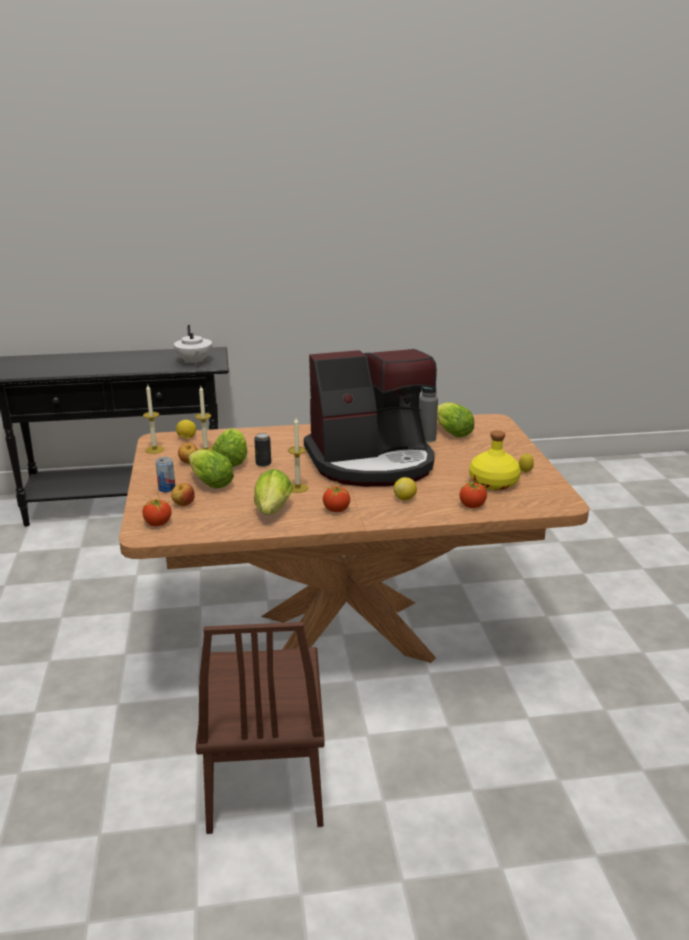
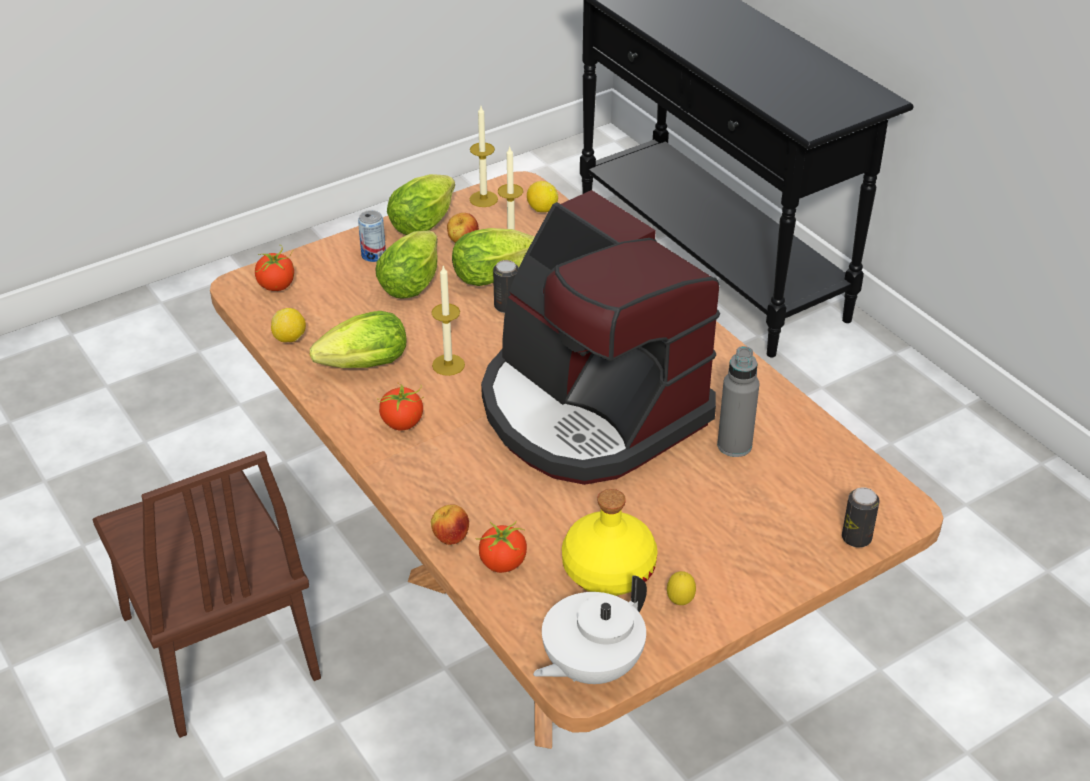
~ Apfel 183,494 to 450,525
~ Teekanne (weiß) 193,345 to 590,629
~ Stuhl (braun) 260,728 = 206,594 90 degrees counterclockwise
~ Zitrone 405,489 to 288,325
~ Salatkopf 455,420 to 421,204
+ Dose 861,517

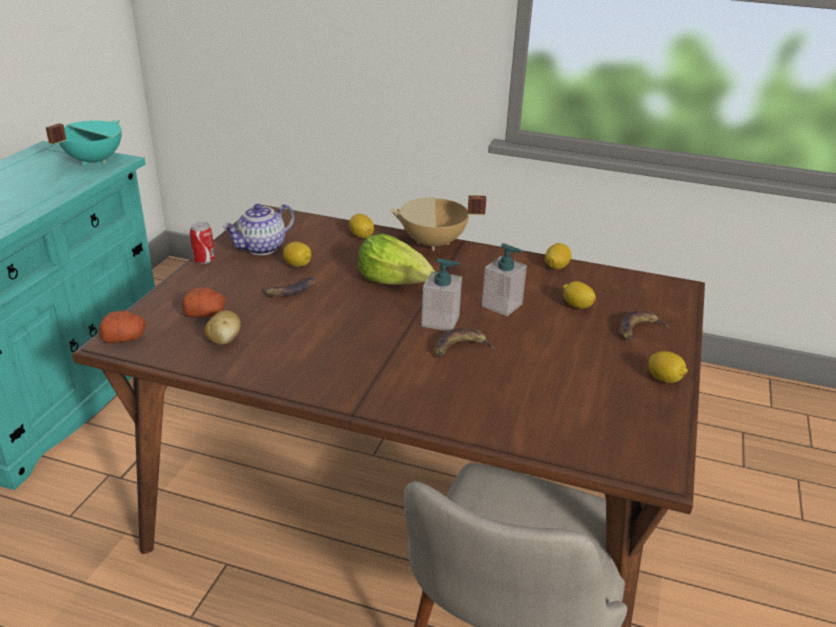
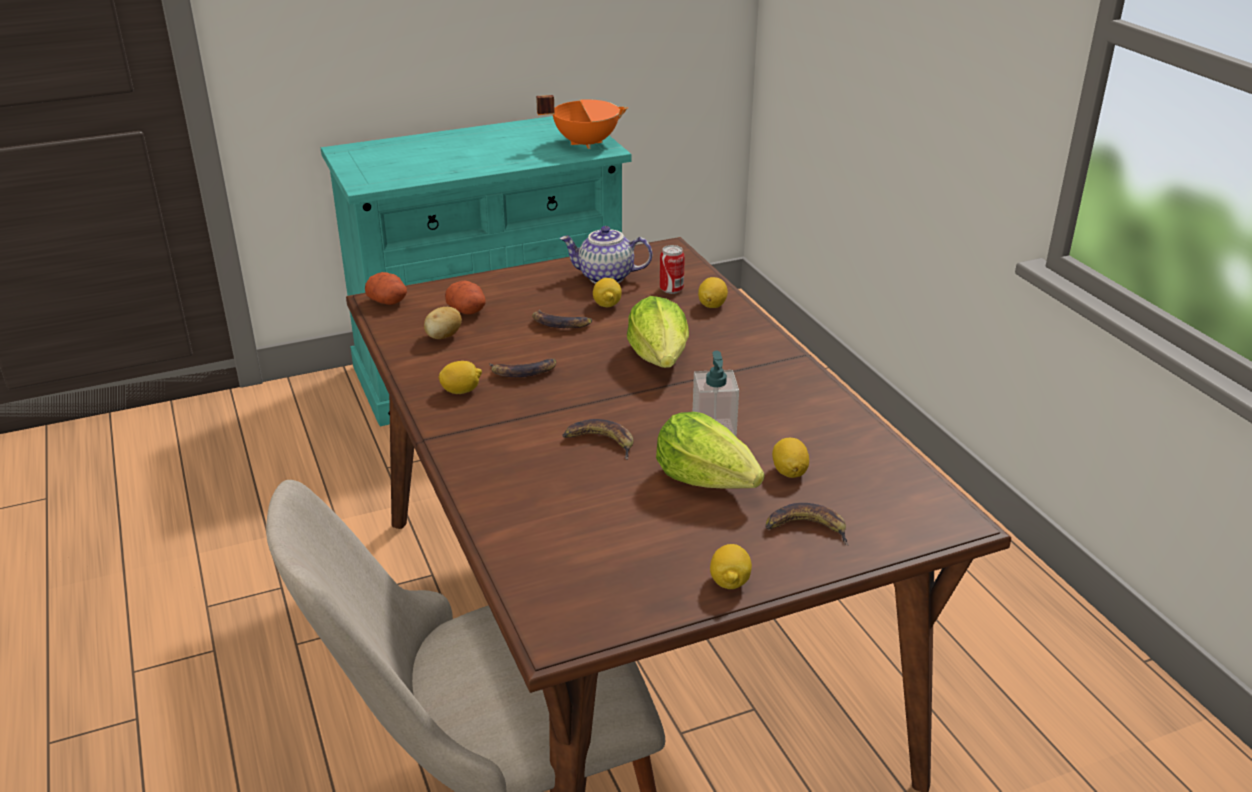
~ Kochtopf (türkis) 84,142 to Kochtopf (orange) 582,122
~ Dose 202,242 to 672,269
- Kochtopf (beige) 438,223
- Seifenspender 441,295
~ Zitrone 558,256 to 460,377
+ Banane 522,368
+ Salatkopf 710,450

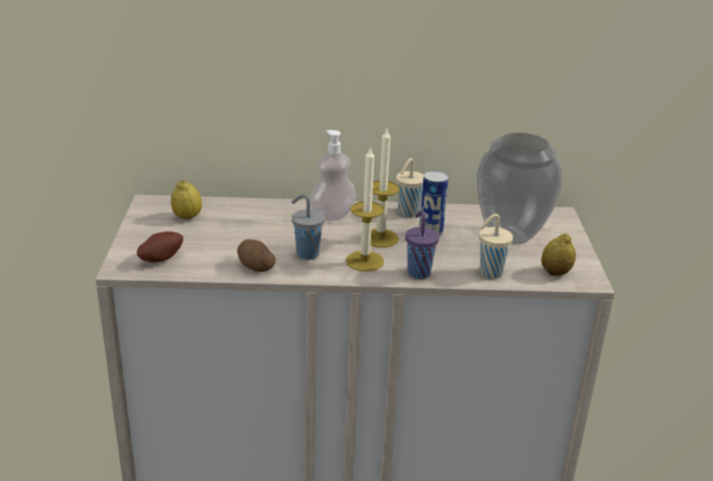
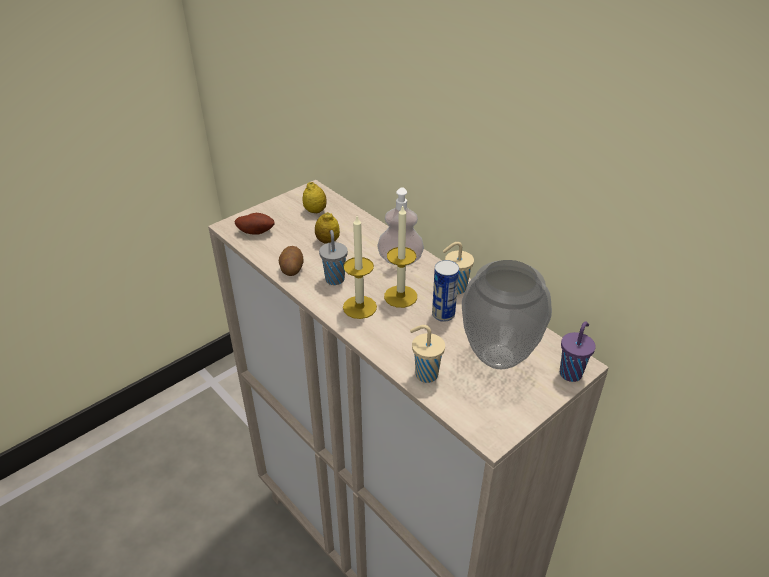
~ Tasse (lila) 422,244 to 578,352
~ Zitrone 558,254 to 327,228

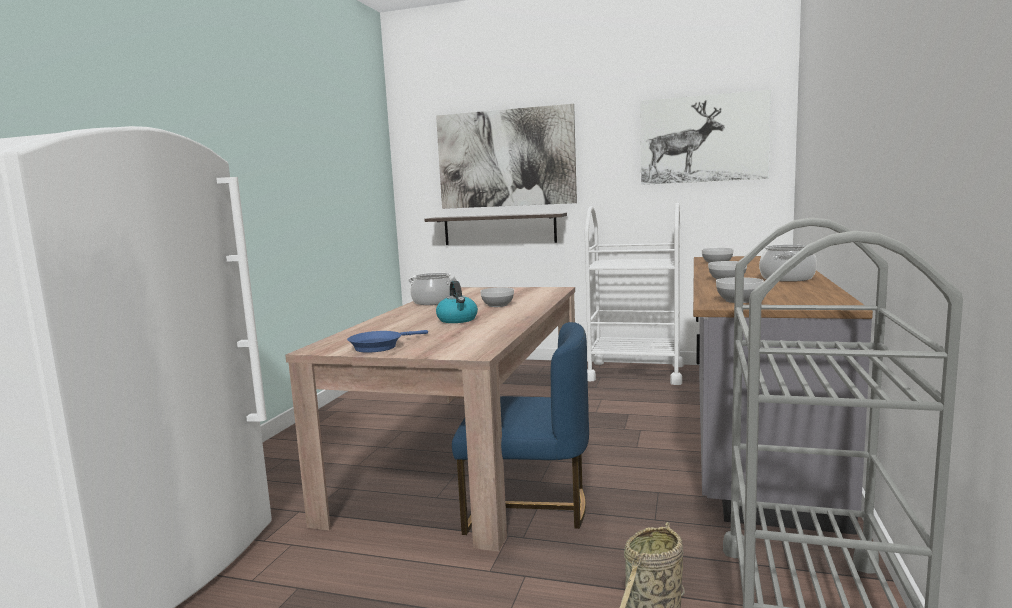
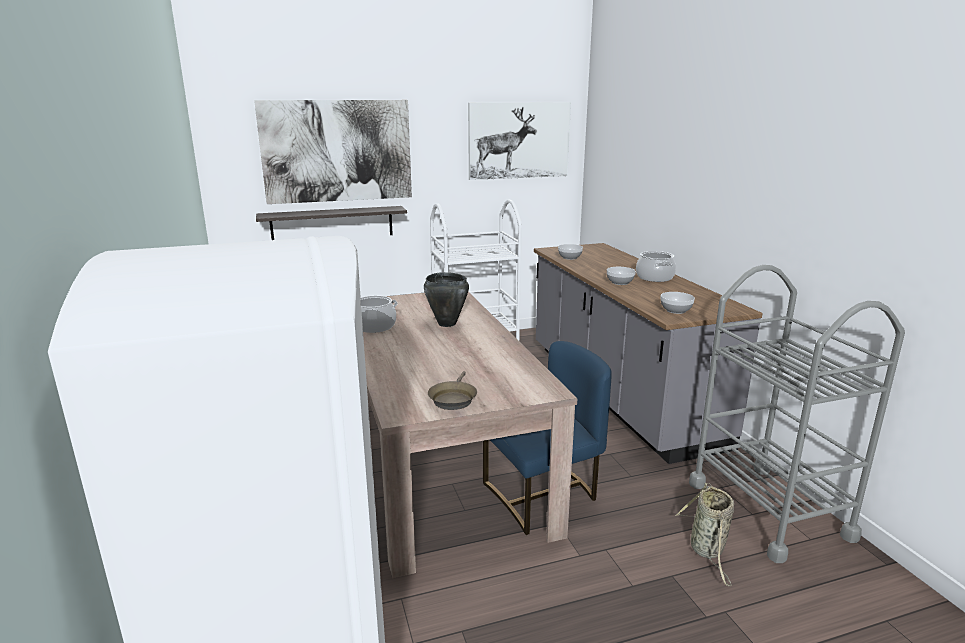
~ Pfanne (blau) 387,341 to Pfanne (braun) 452,390
- Wasserkessel 457,302
~ Schüssel 497,297 to Kochtopf (schwarz) 446,299

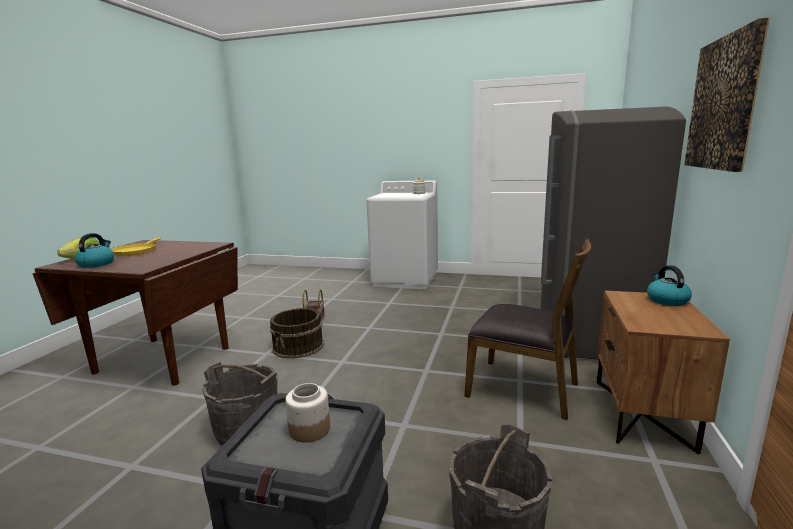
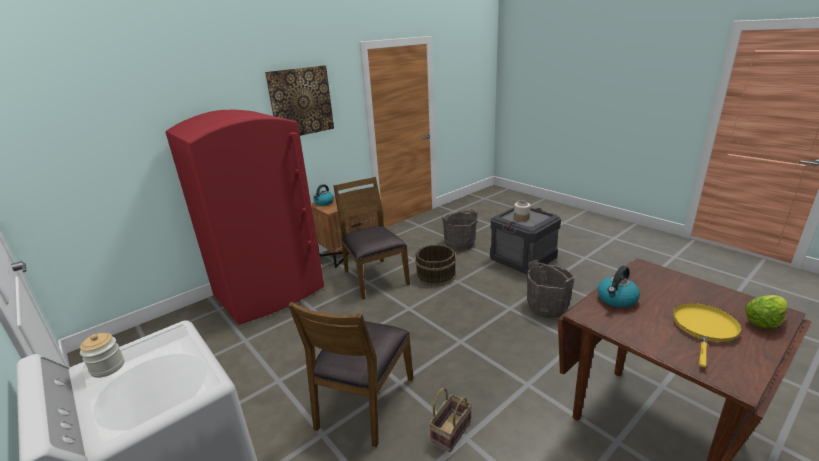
~ Wasserkessel 94,250 to 619,287
~ Eimer (braun) 297,333 to 435,265
~ Kühlschrank (grau) 613,233 to Kühlschrank (rot) 245,217
+ Stuhl (braun) 350,374

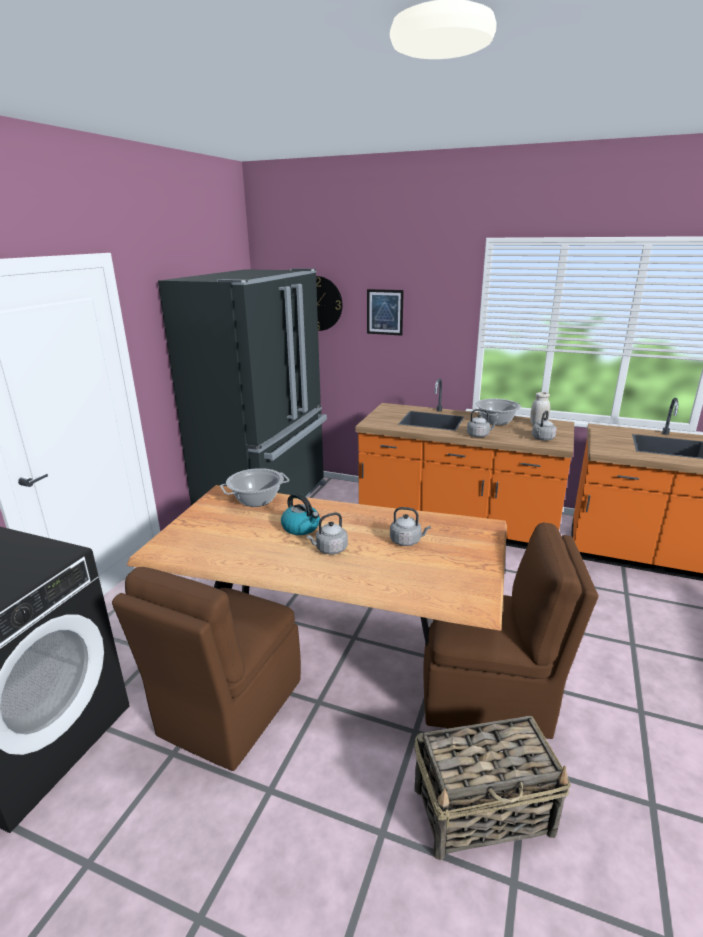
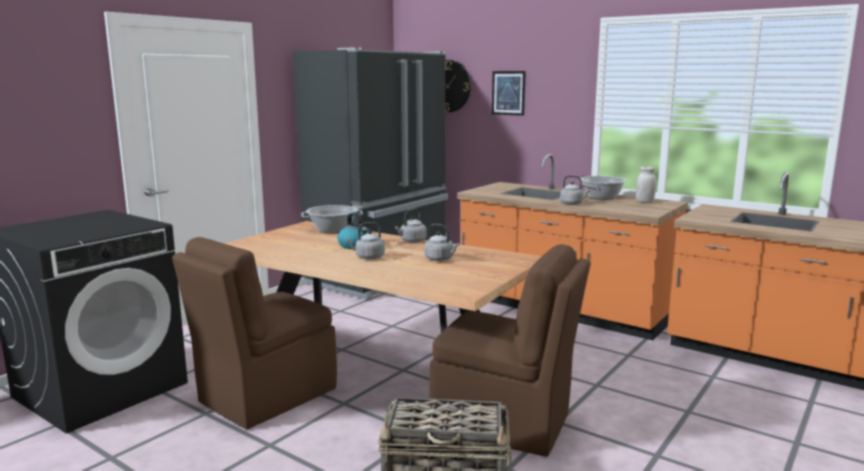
~ Wasserkessel (grau) 544,425 to 411,225

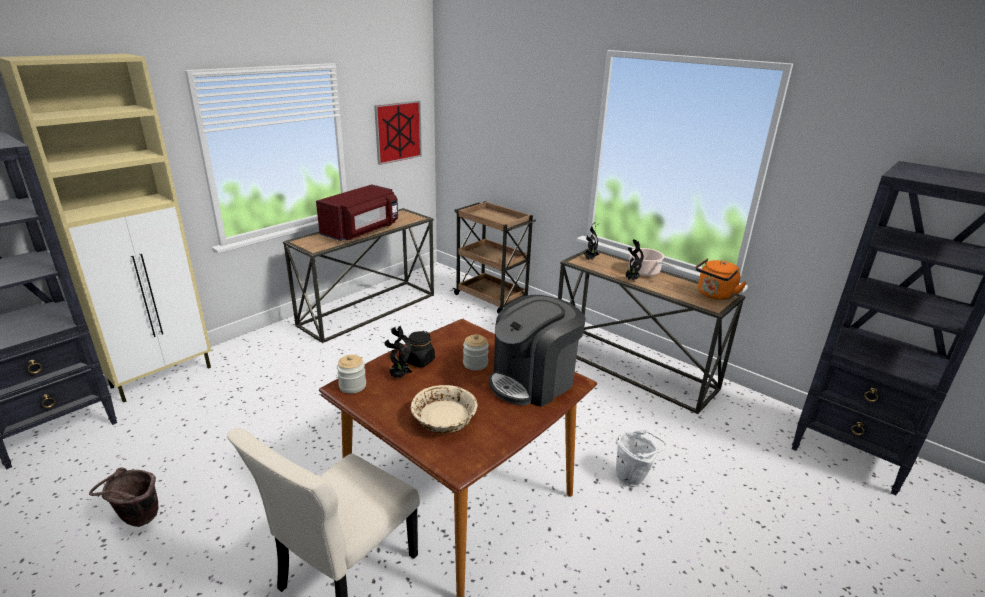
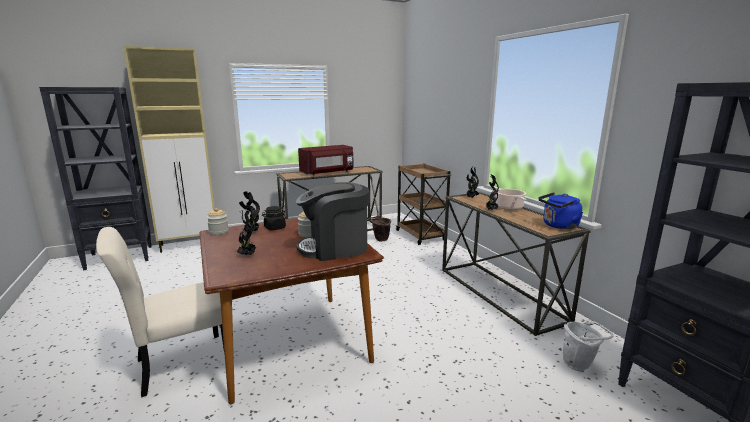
~ Eimer (braun) 123,497 to 379,228
- Bild 398,132
~ Schüssel (beige) 444,409 to Topfpflanze 246,233
~ Eimer (weiß) 641,458 to 588,346
~ Wasserkessel (orange) 721,279 to Wasserkessel (blau) 560,210

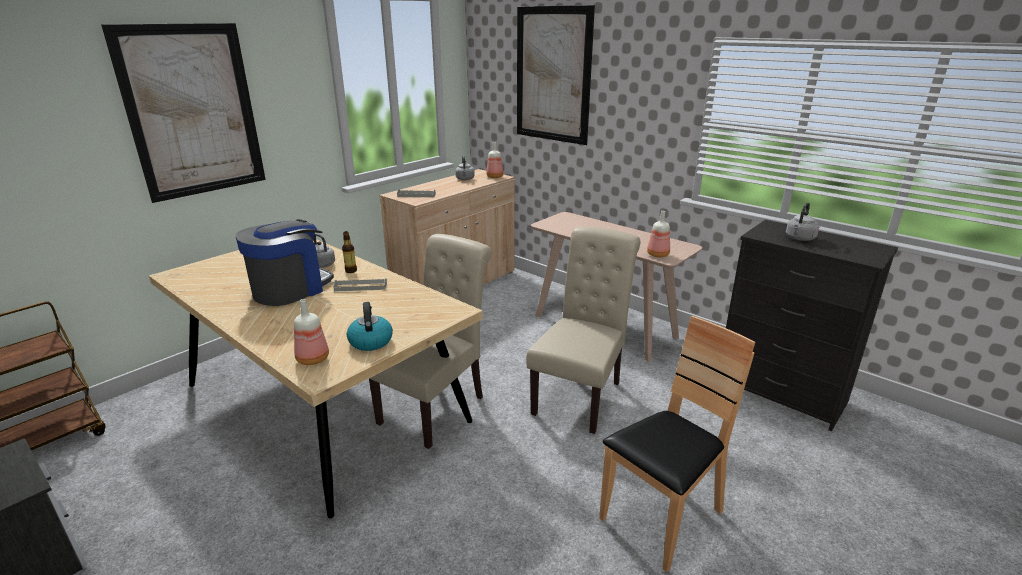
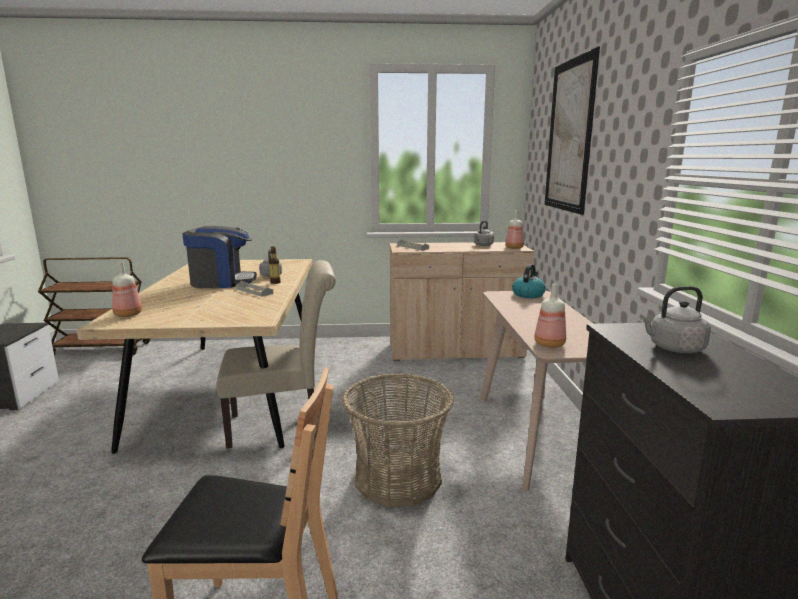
- Bild 183,113
~ Wasserkessel 370,326 to 529,281
~ Stuhl (beige) 583,330 to Korb 398,440

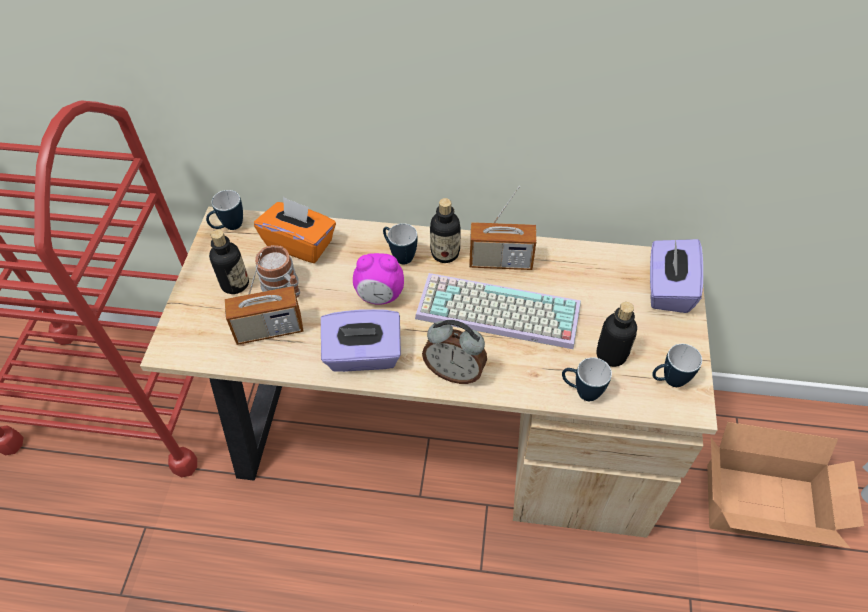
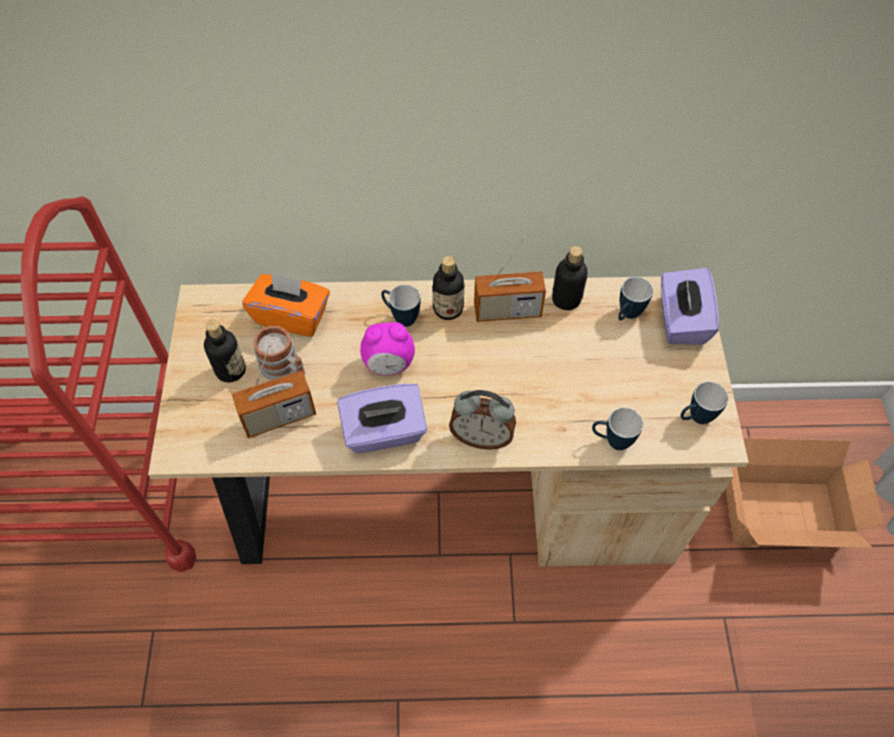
~ Henkelbecher 224,210 to 635,299
- Tastatur 498,311
~ Flasche 617,334 to 569,278

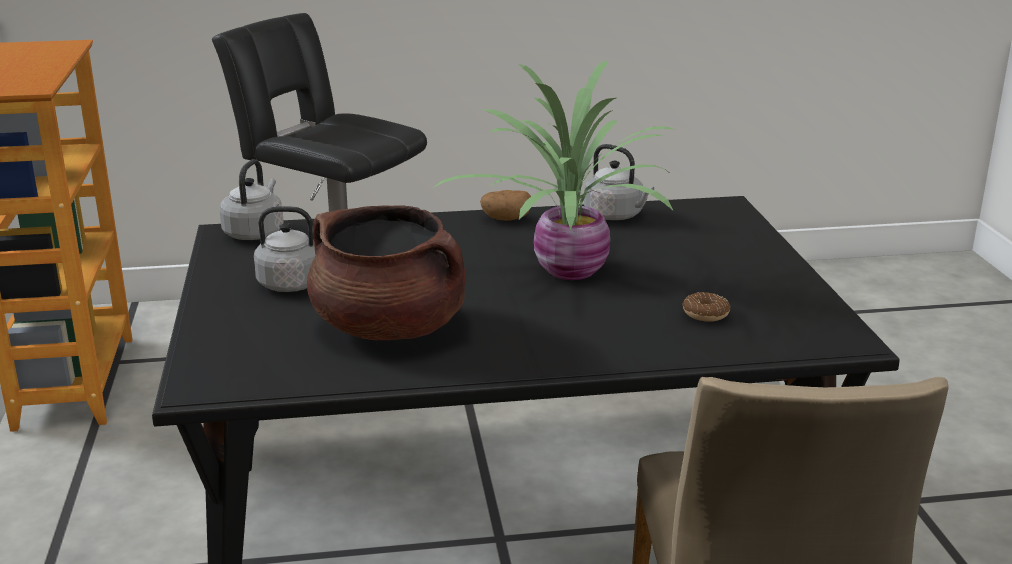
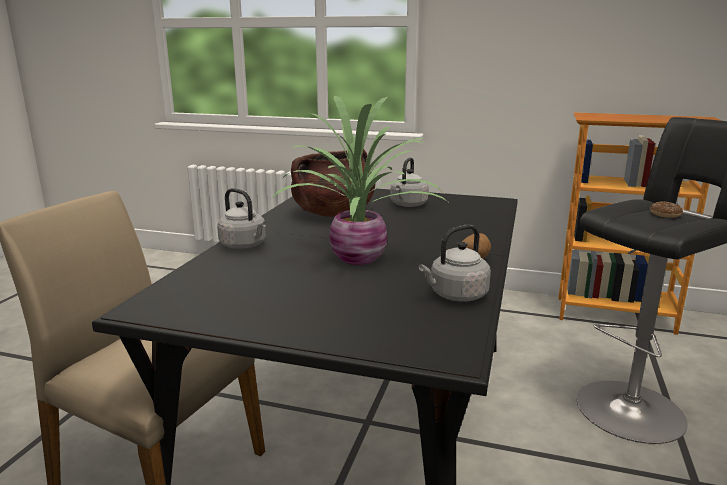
~ Wasserkessel (grau) 251,199 to 241,218
~ Donut 706,306 to 666,209

